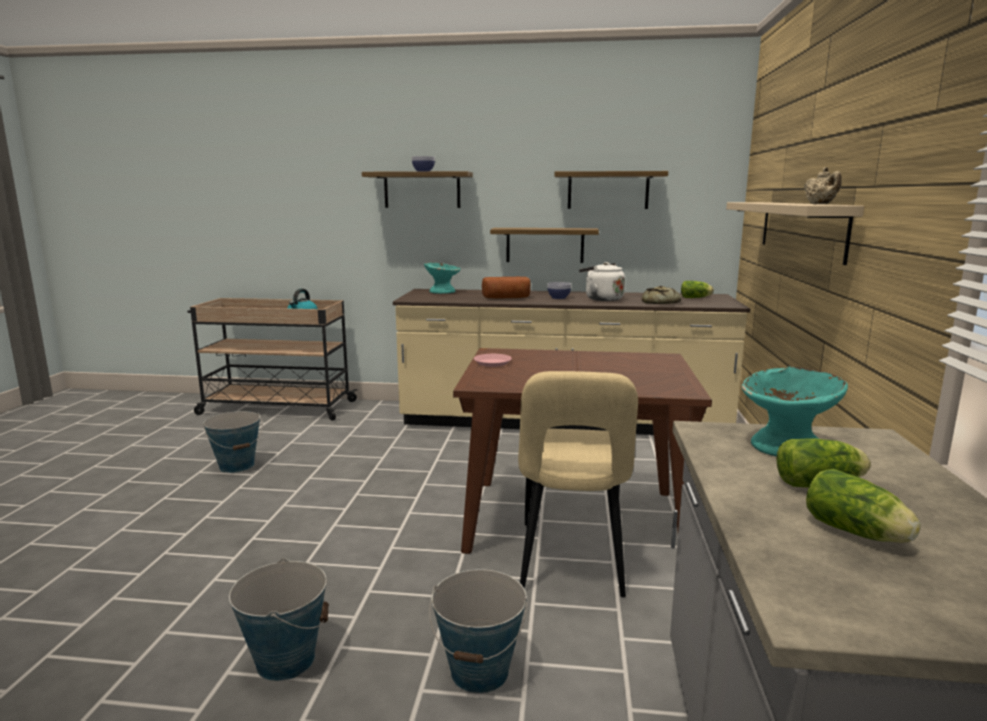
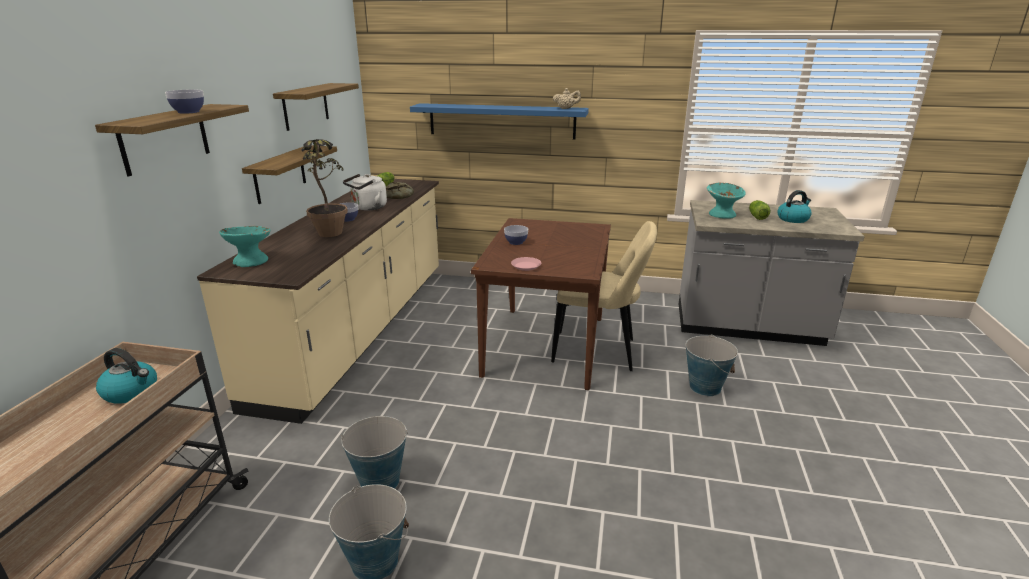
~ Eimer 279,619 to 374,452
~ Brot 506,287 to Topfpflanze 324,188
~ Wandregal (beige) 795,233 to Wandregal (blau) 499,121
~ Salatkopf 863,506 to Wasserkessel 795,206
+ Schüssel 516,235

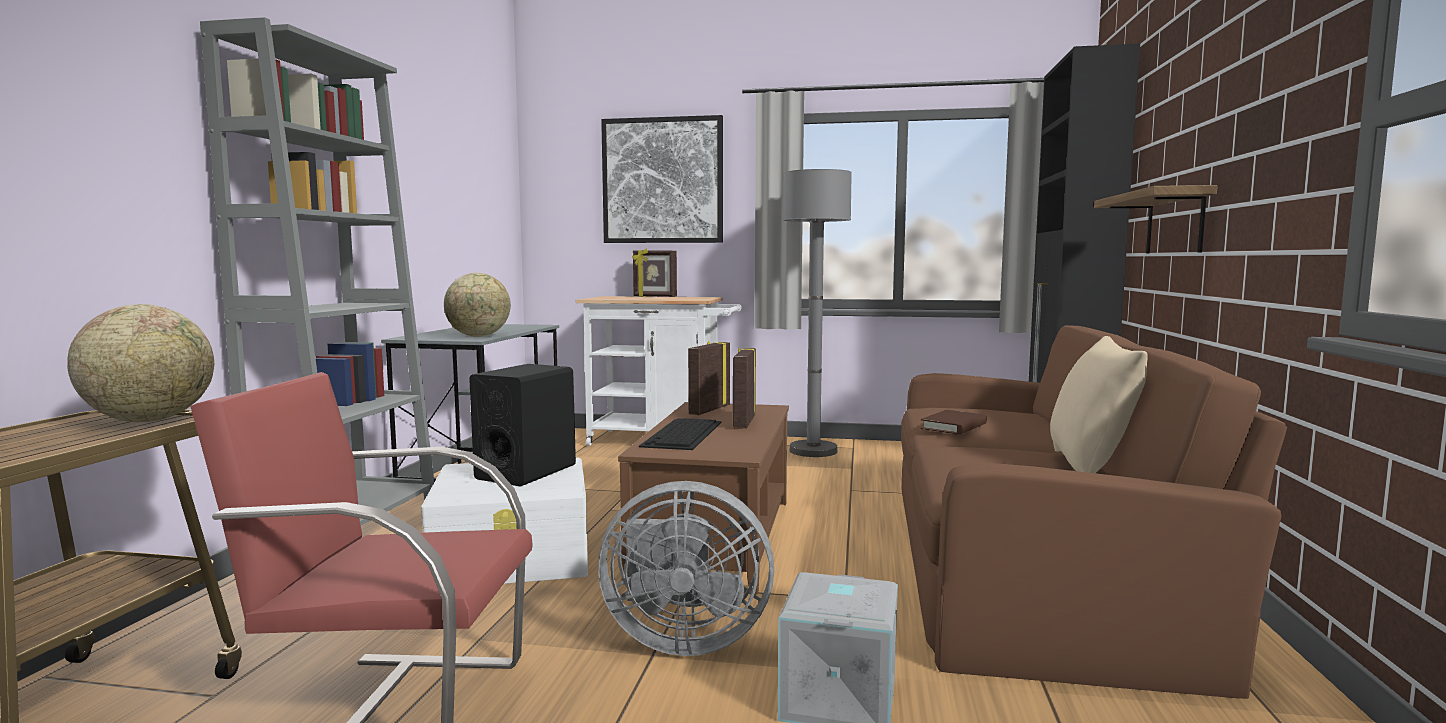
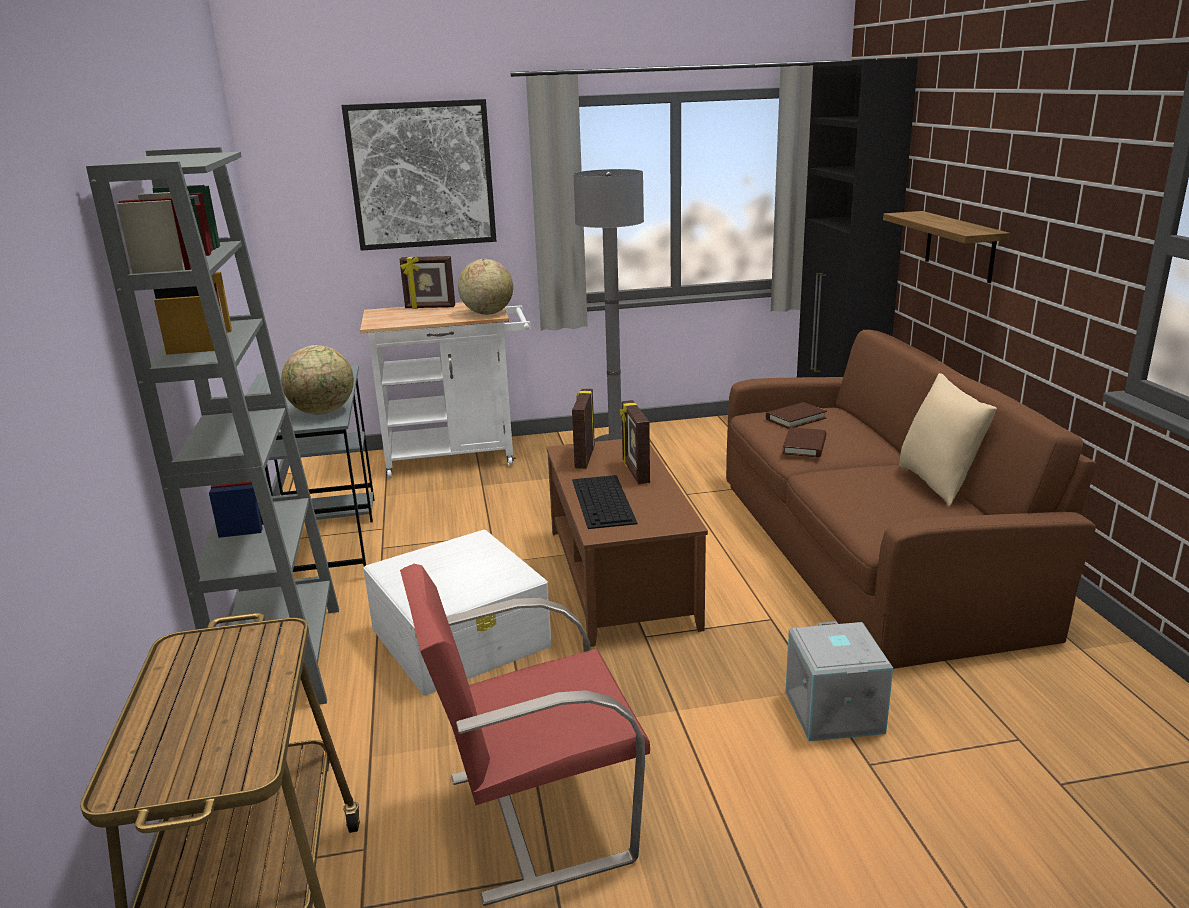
~ Globus 140,363 to 485,287
- Lautsprecher (schwarz) 522,425
- Ventilator (grau) 686,568
+ Buch (braun) 796,415

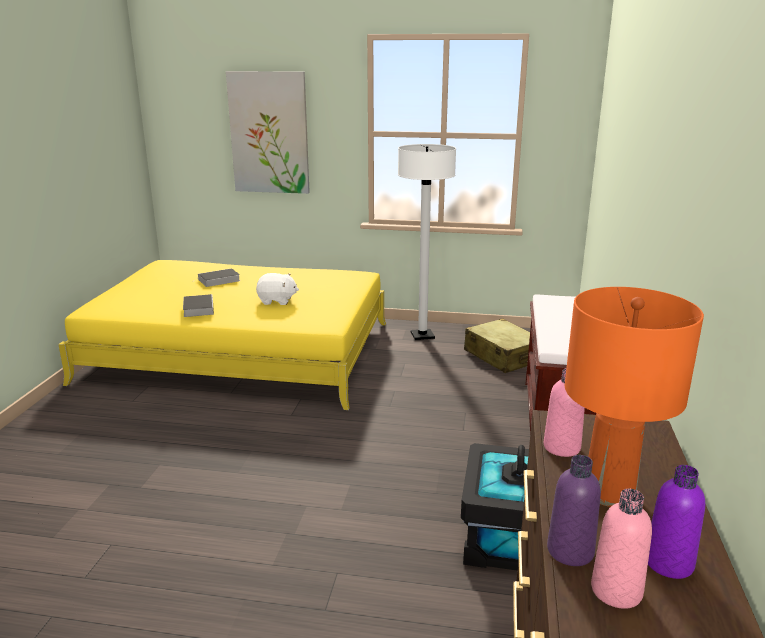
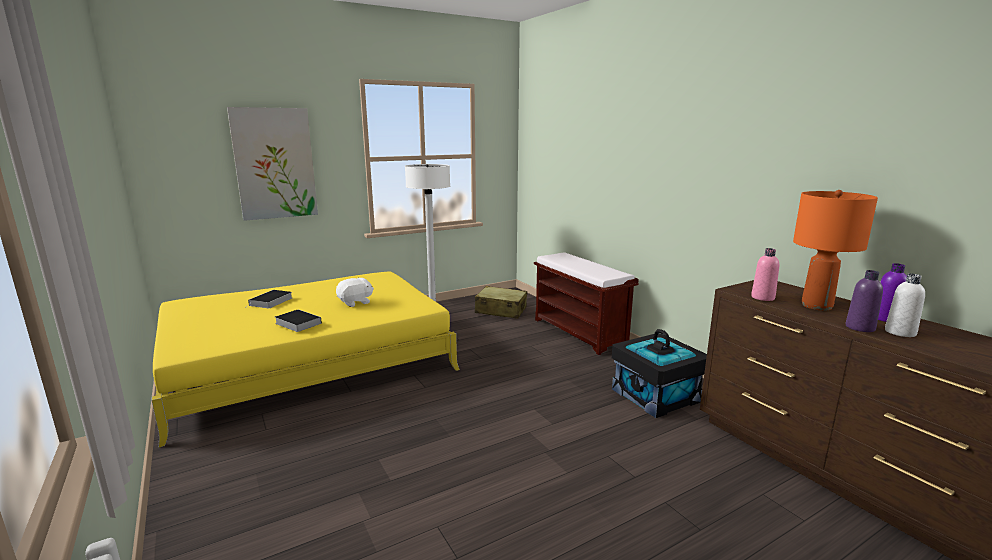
~ Flasche (rosa) 621,549 to Flasche (weiß) 905,305

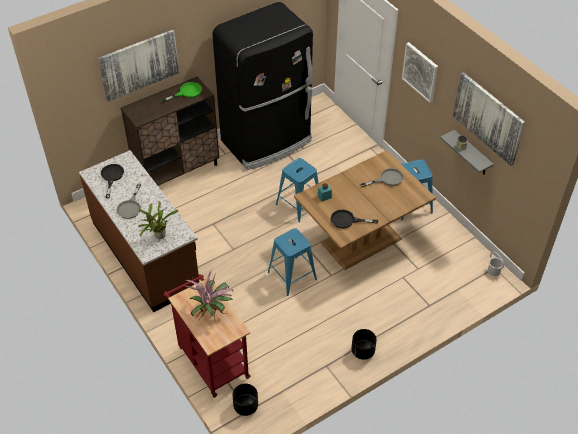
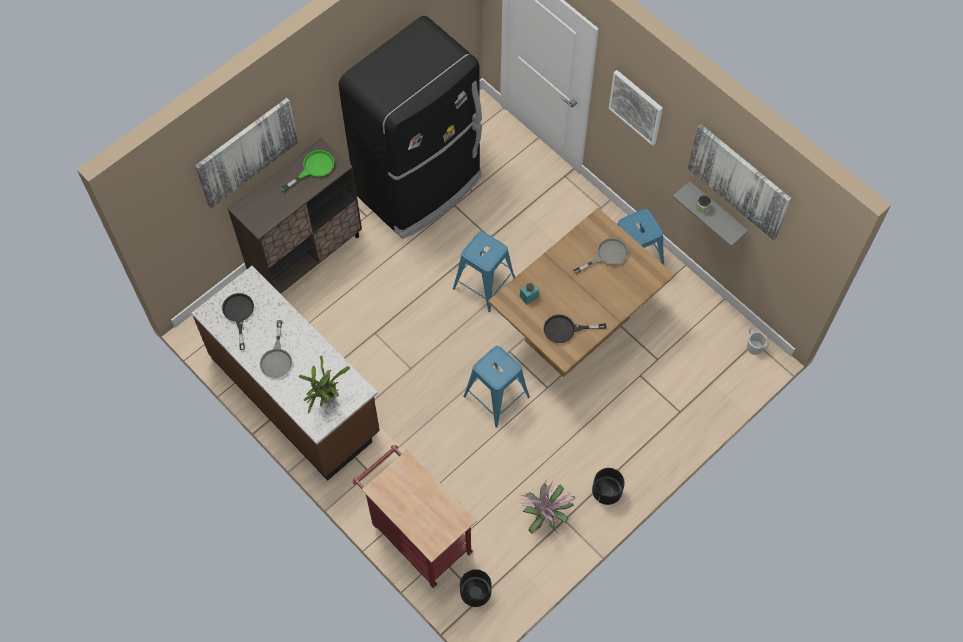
~ Topfpflanze 210,296 to 547,506

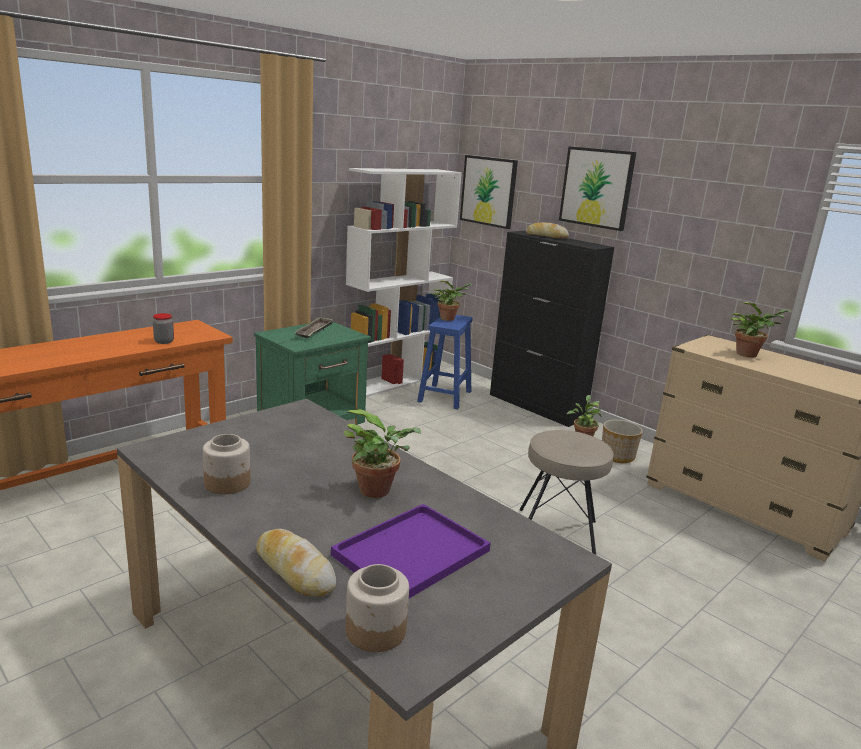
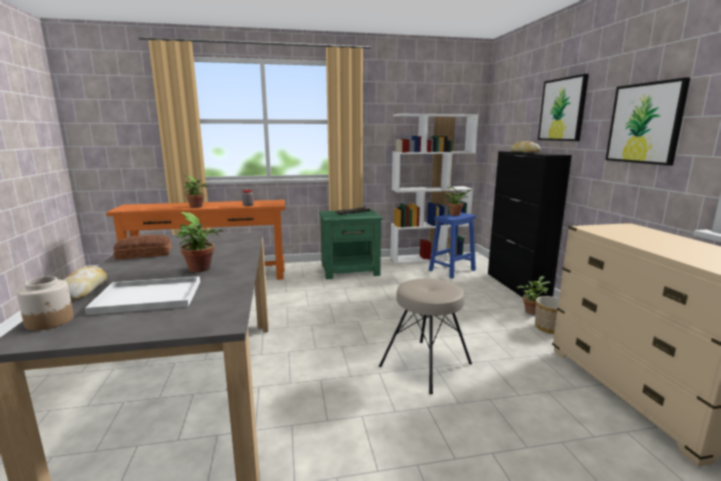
~ Vorratsglas 226,464 to Brot 142,247
~ Tablett (lila) 411,551 to Tablett (weiß) 142,295
~ Bild 489,192 to 647,121
~ Topfpflanze 760,329 to 196,192

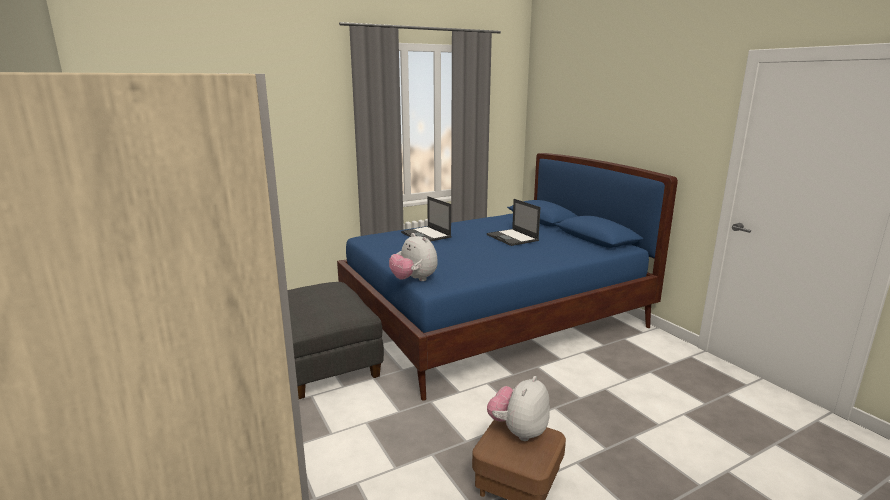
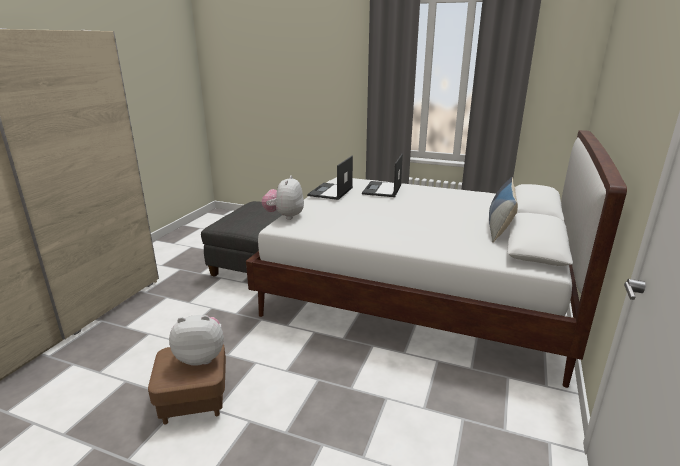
~ Bett (blau) 507,277 to Bett (weiß) 436,259
~ Laptop 514,222 to 330,178
+ Kissen 503,210

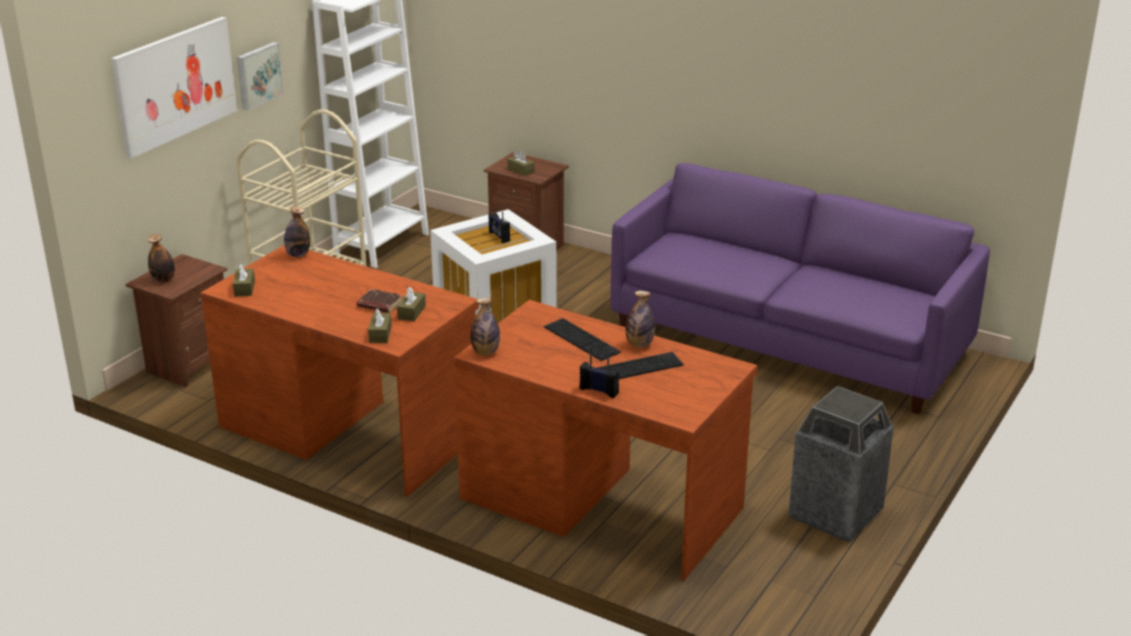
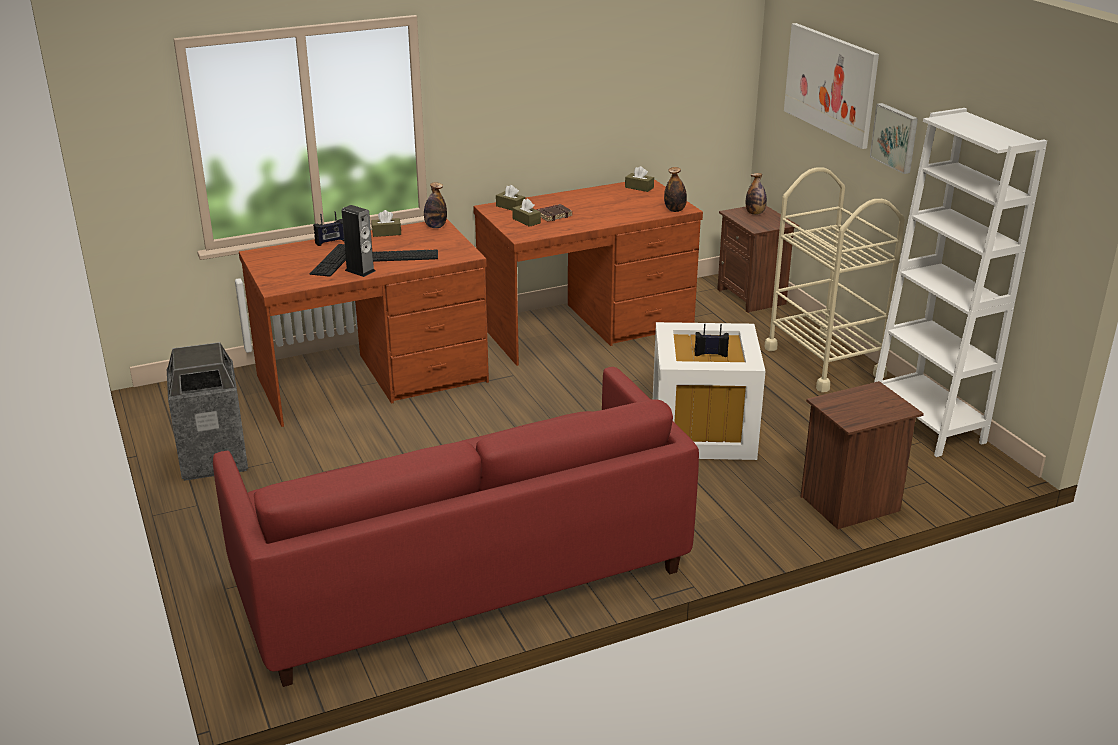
~ Taschentuchbox (braun) 521,163 to 386,223
~ Sofa (lila) 800,288 to Sofa (rot) 456,527
~ Flasche 640,319 to Lautsprecher 358,241

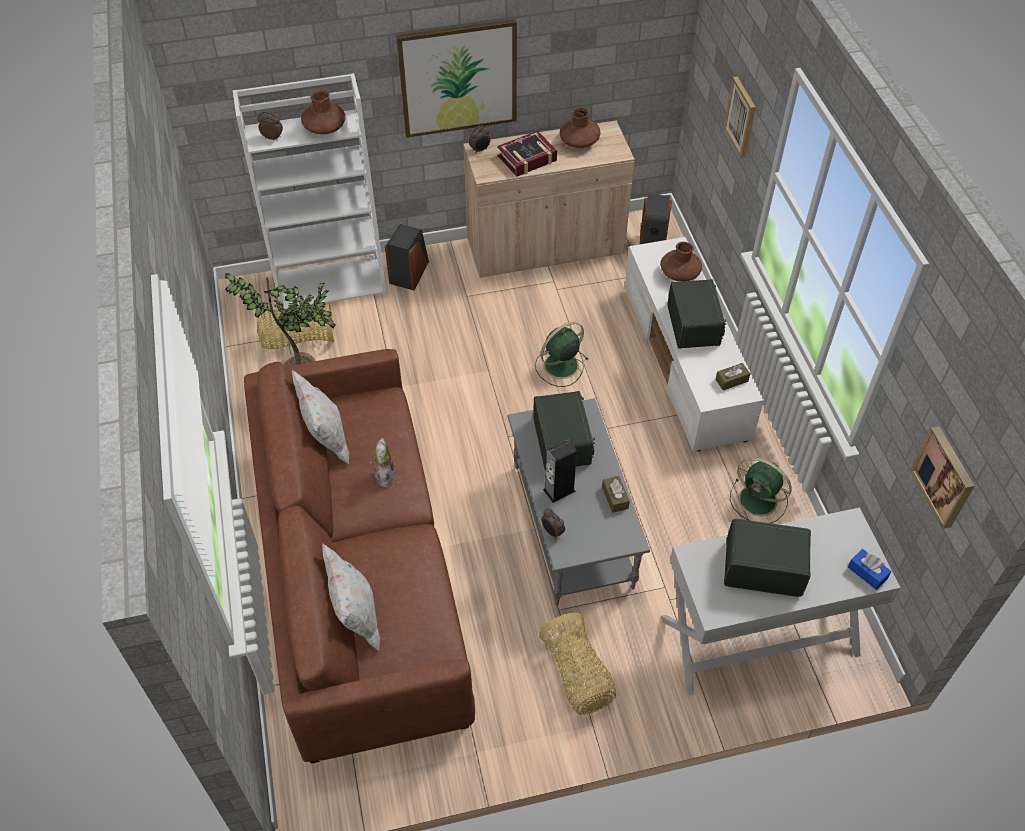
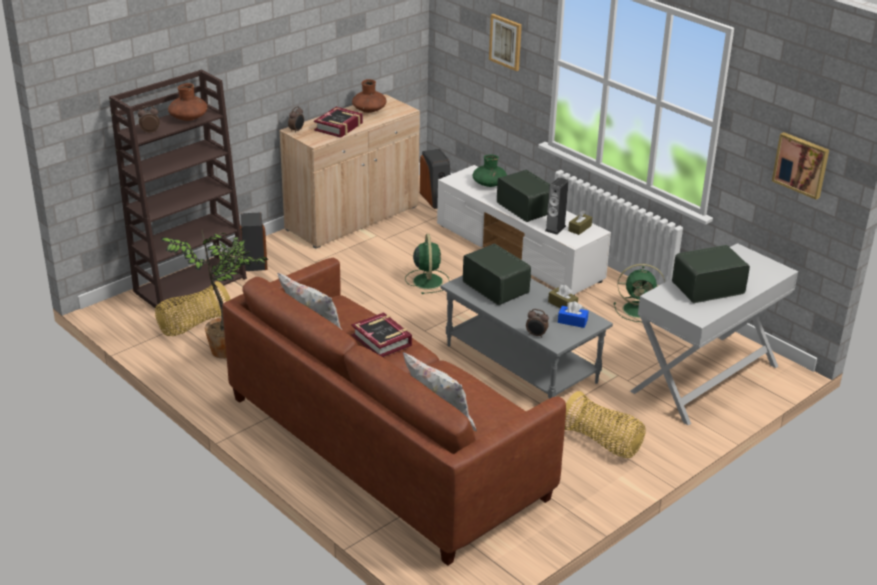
~ Bücherregal (weiß) 310,193 to Bücherregal (braun) 178,190
~ Plüschtier 383,463 to Buch 381,334
- Bild 456,78
~ Ventilator (grün) 562,354 = 427,264 150 degrees clockwise
~ Lautsprecher 560,471 to 557,206
~ Vase (braun) 681,262 to Vase (grün) 490,171
~ Taschentuchbox (blau) 870,569 to 573,314

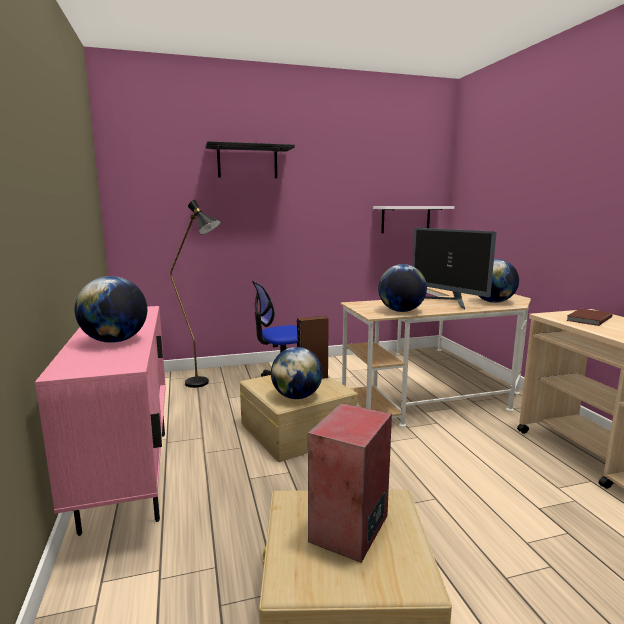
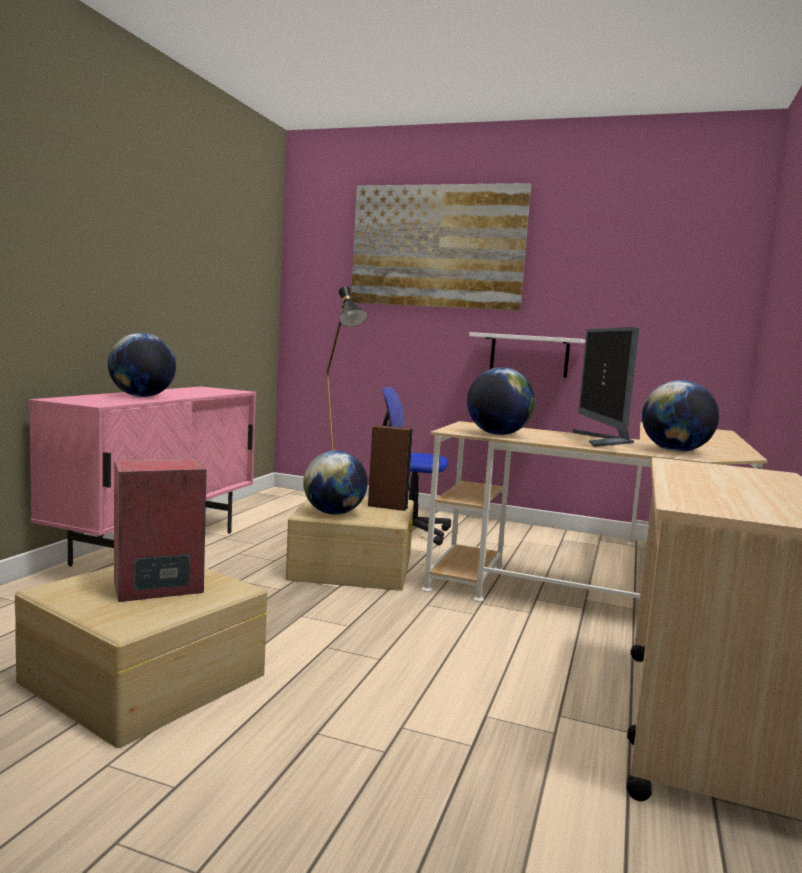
~ Wandregal (schwarz) 250,159 to Bild 441,247
~ Wandregal (weiß) 413,219 to 527,355
- Buch (braun) 589,317

